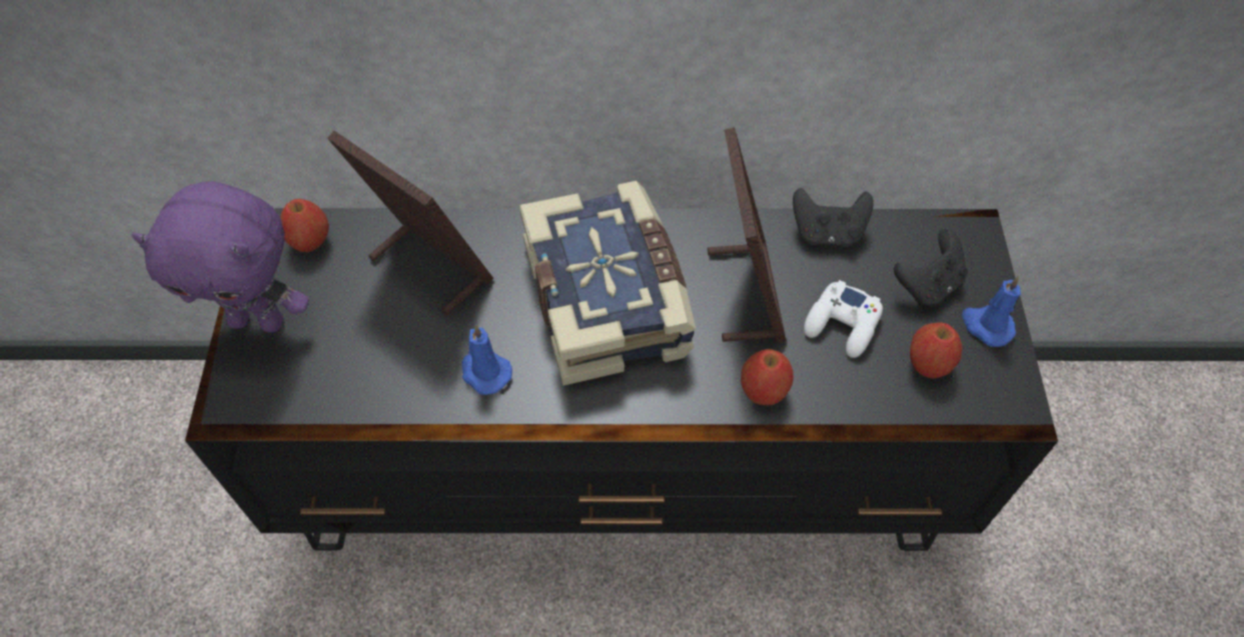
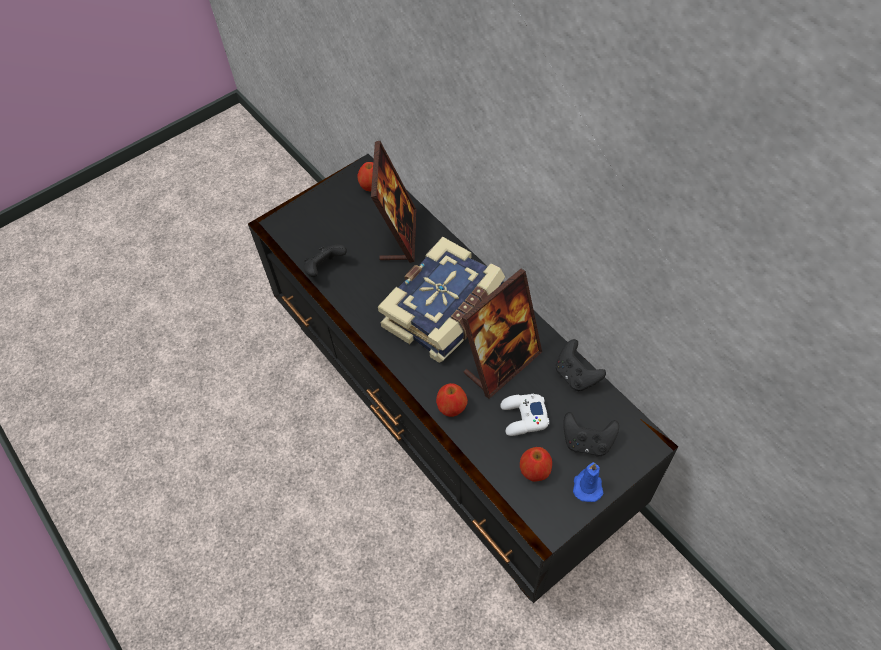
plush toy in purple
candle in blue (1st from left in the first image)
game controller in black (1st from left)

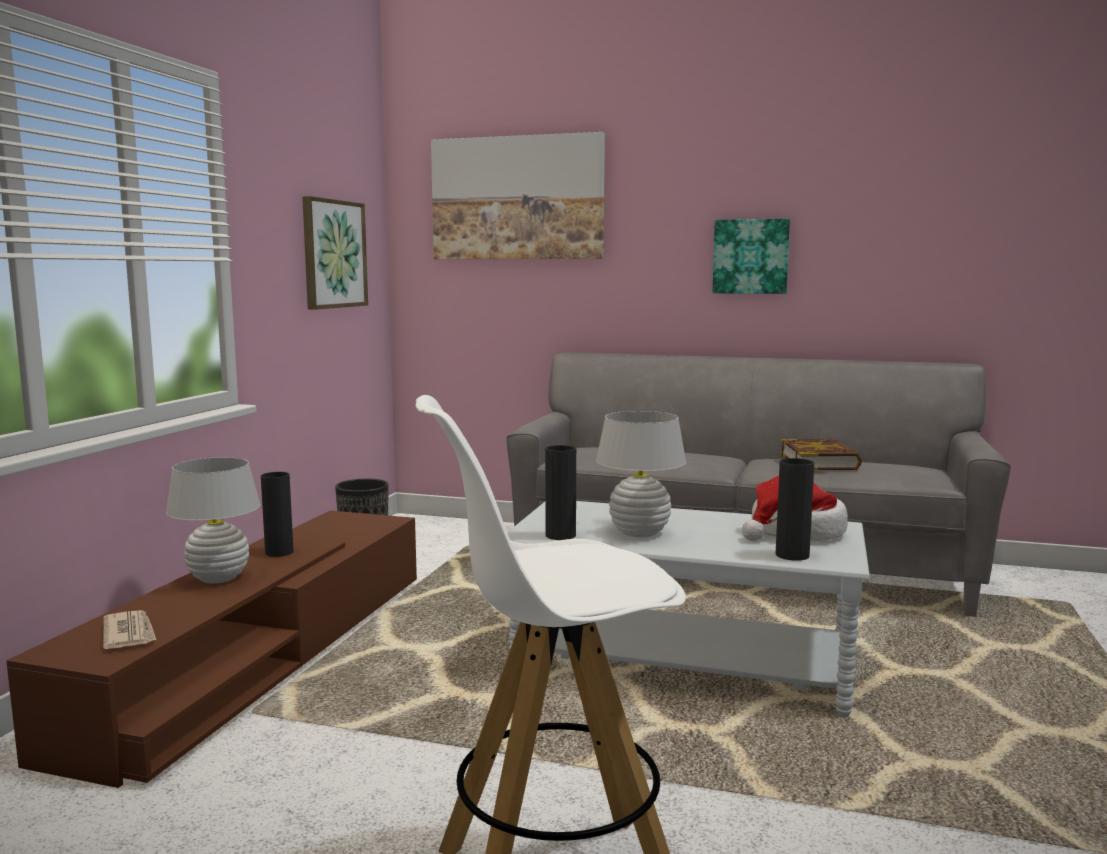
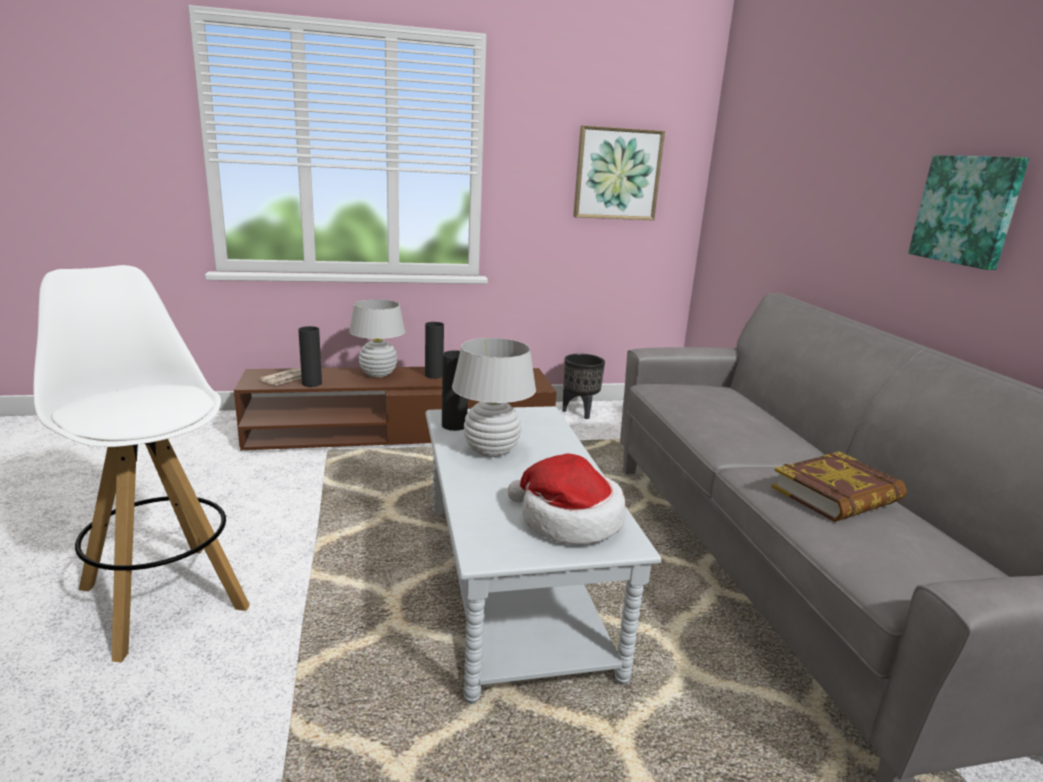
picture (2nd from left in the first image)
vase in black (1st from left)

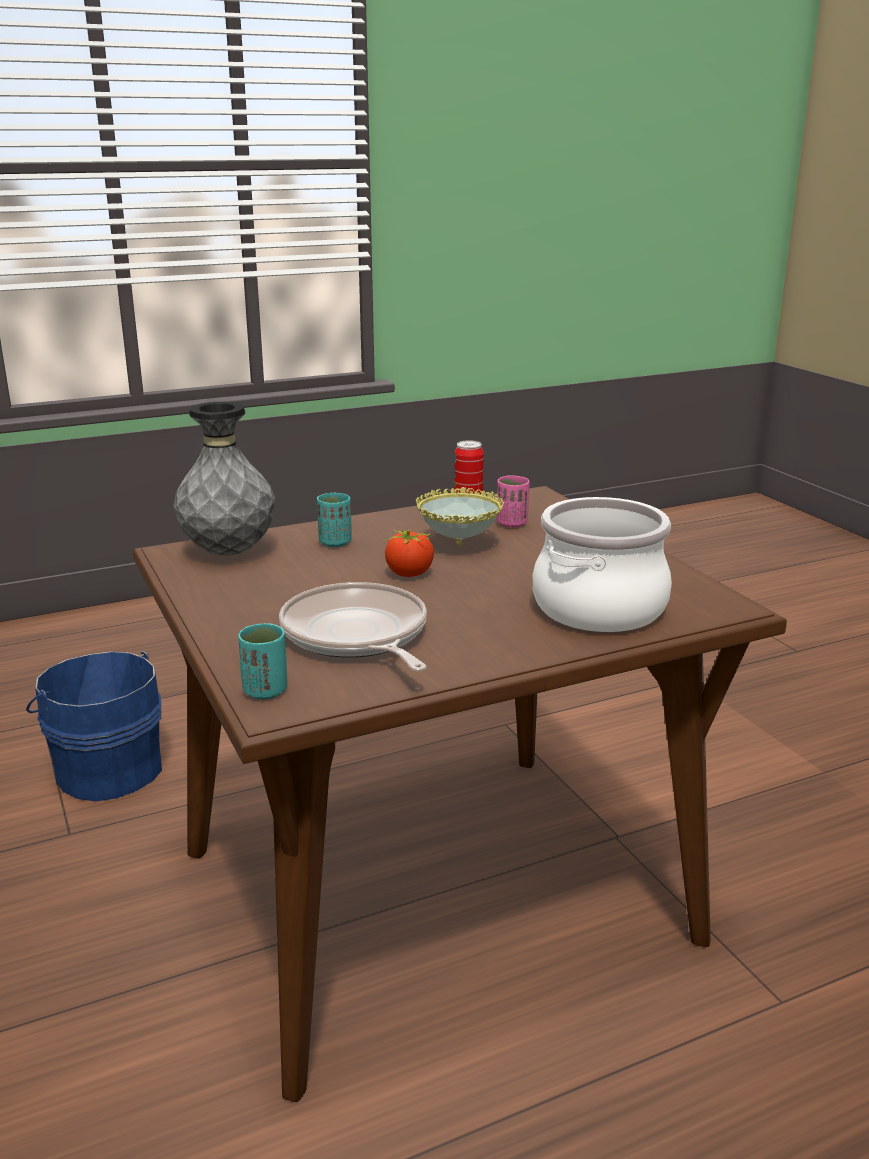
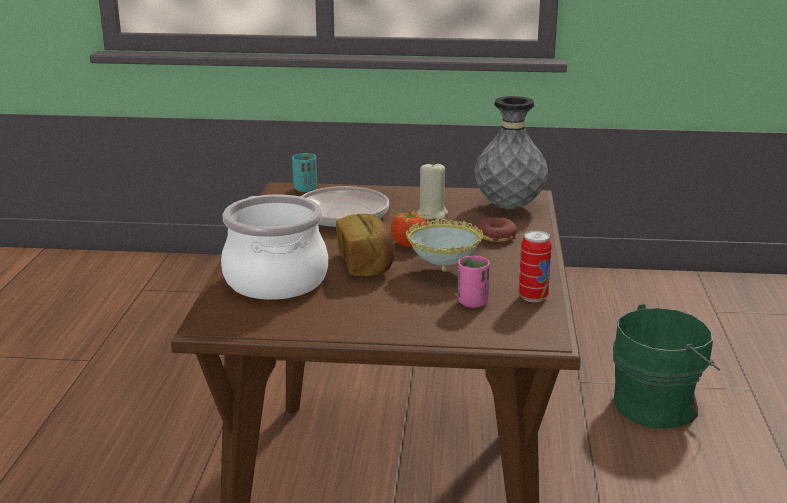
bread
candle in beige
donut
bucket in green

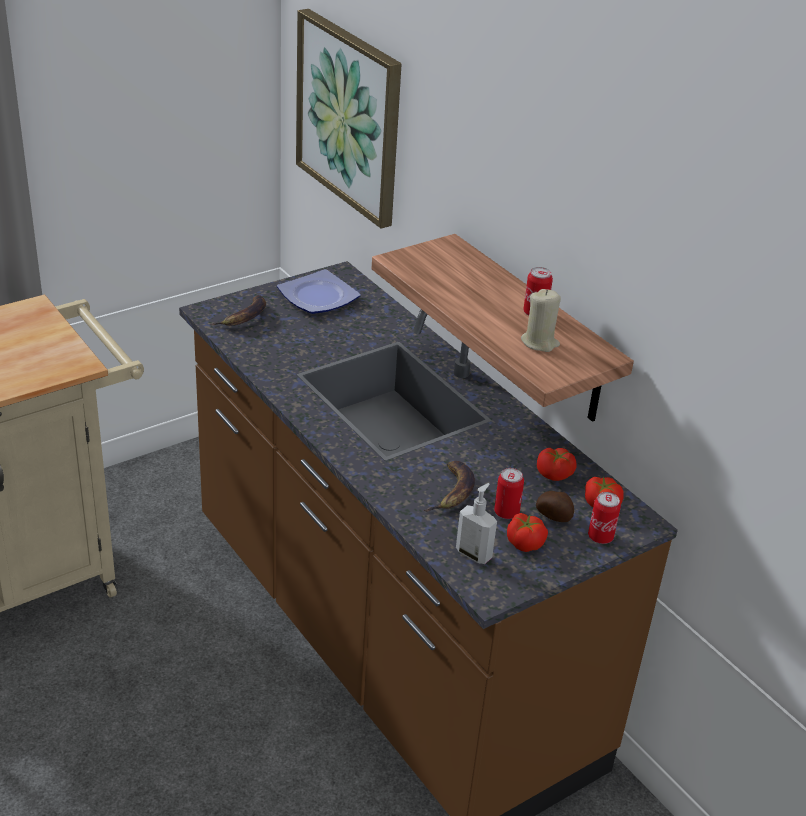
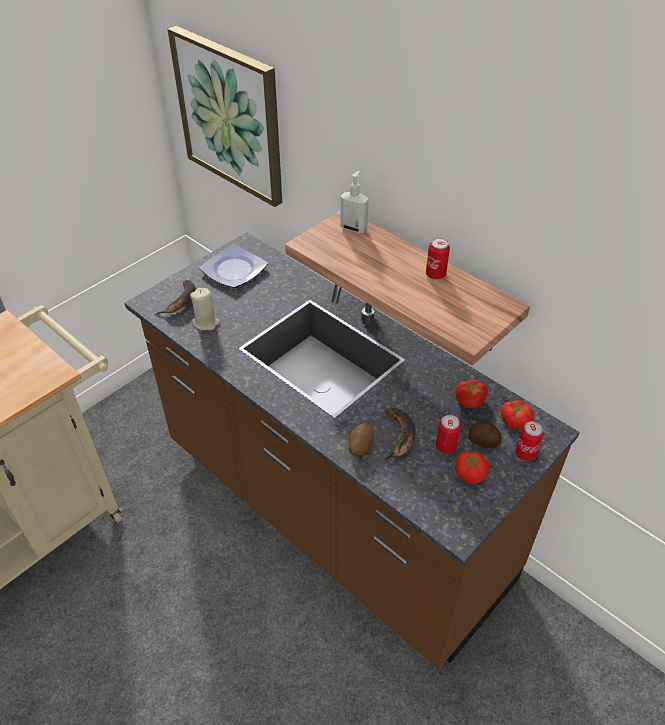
potato (1st from left)
soap dispenser
candle in beige

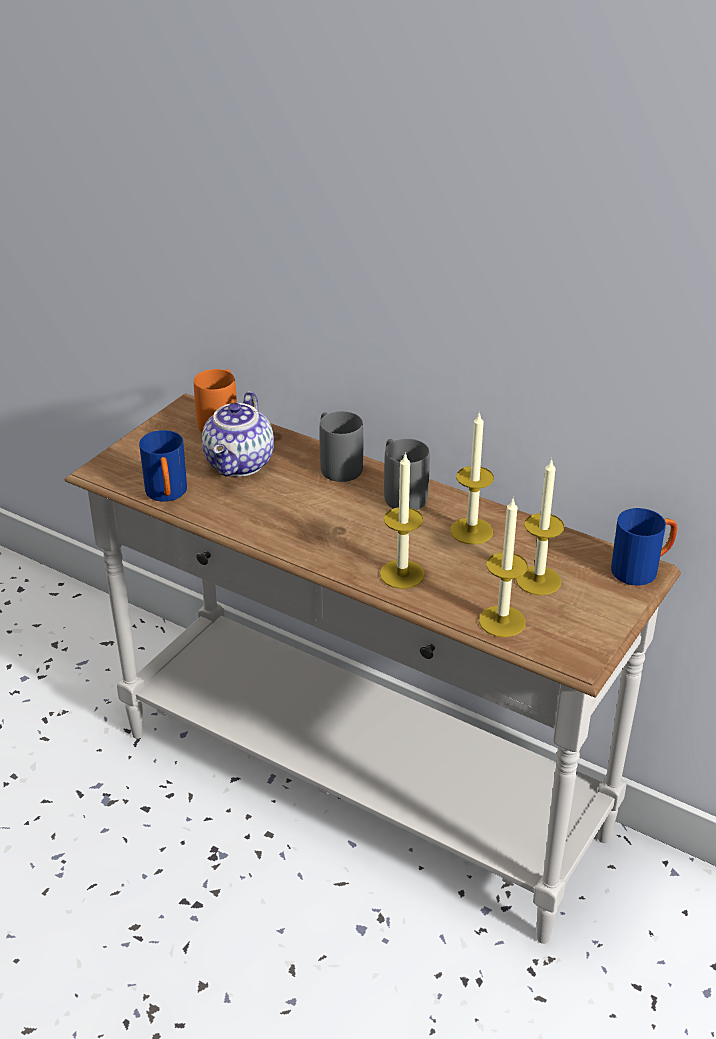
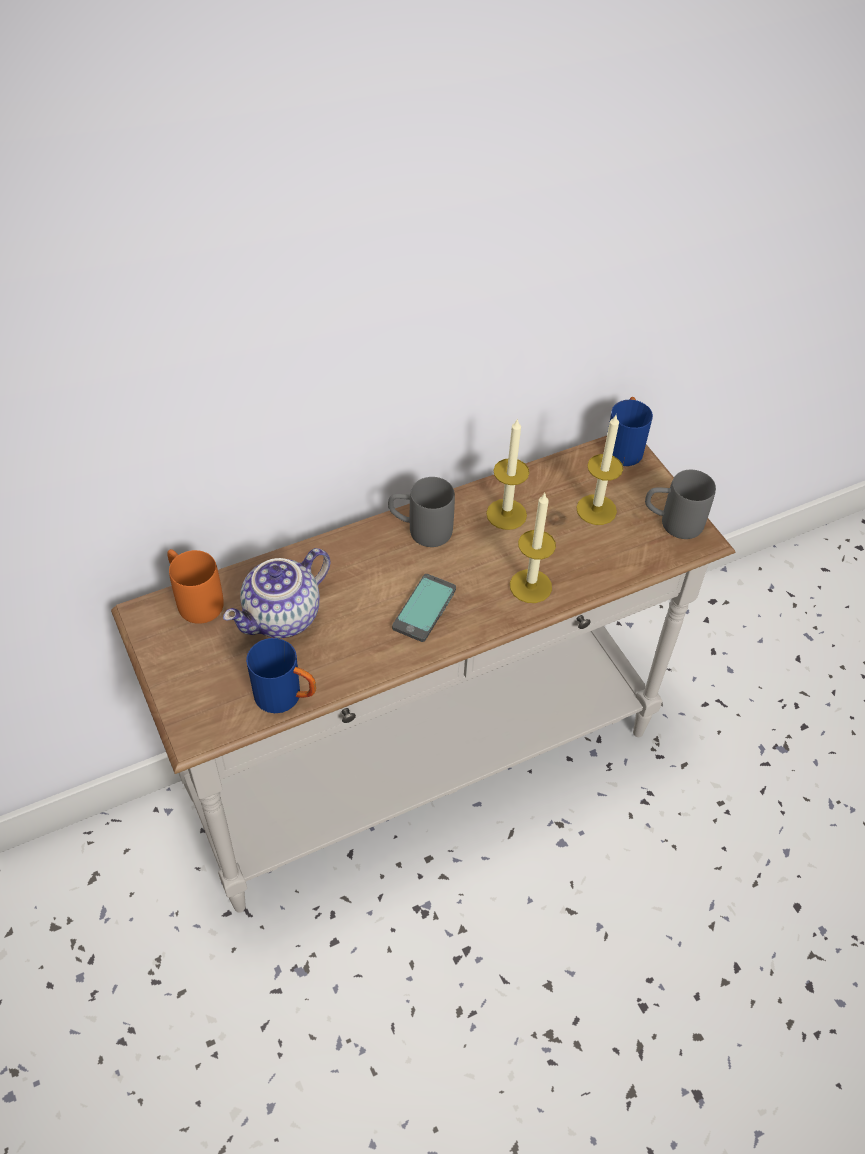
candle (3rd from left in the first image)
phone
mug in grey (2nd from left)
teapot

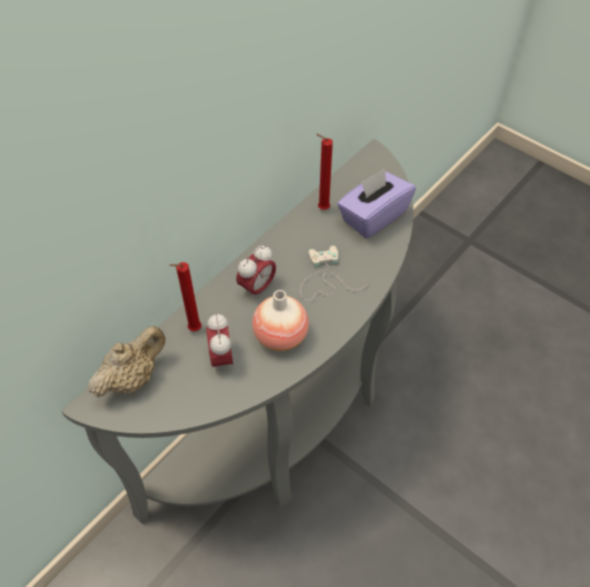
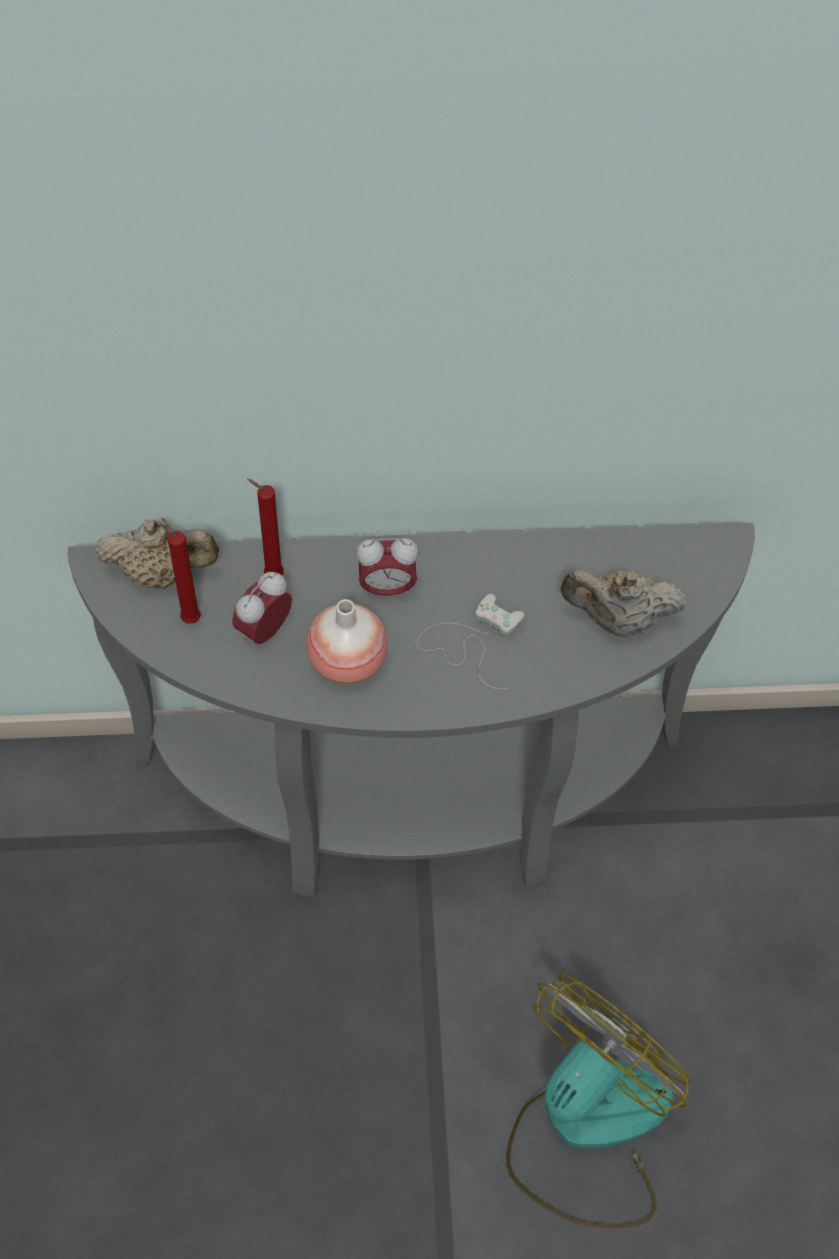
fan
candle in red (1st from left)
teapot in beige (2nd from left)

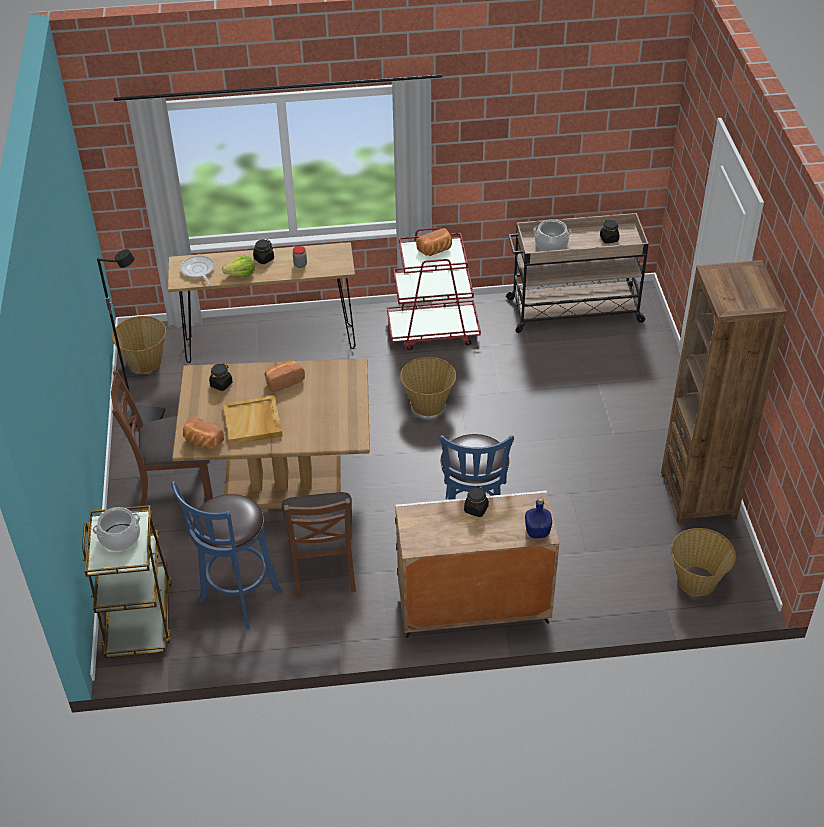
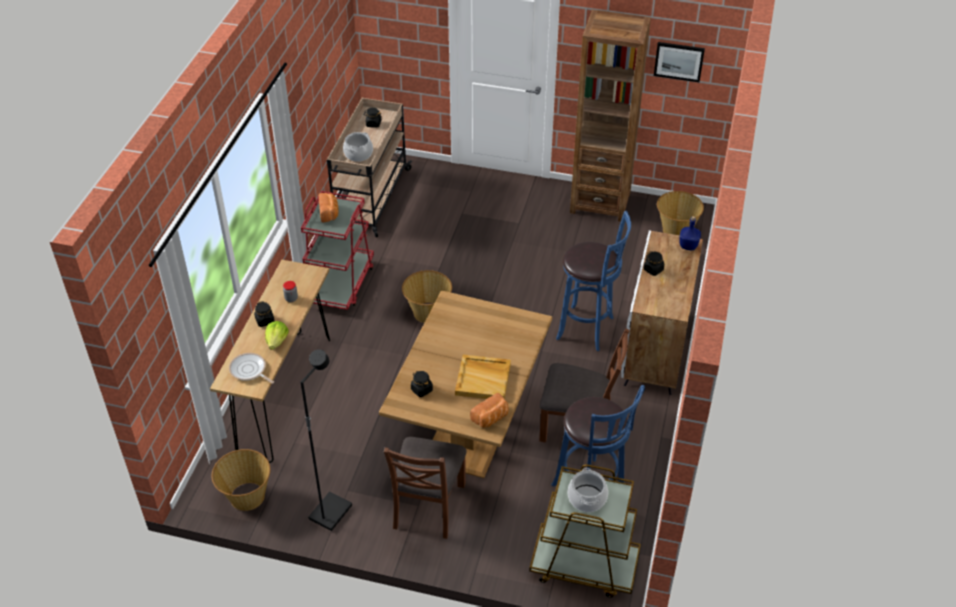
bread (2nd from left in the first image)
picture
frying pan

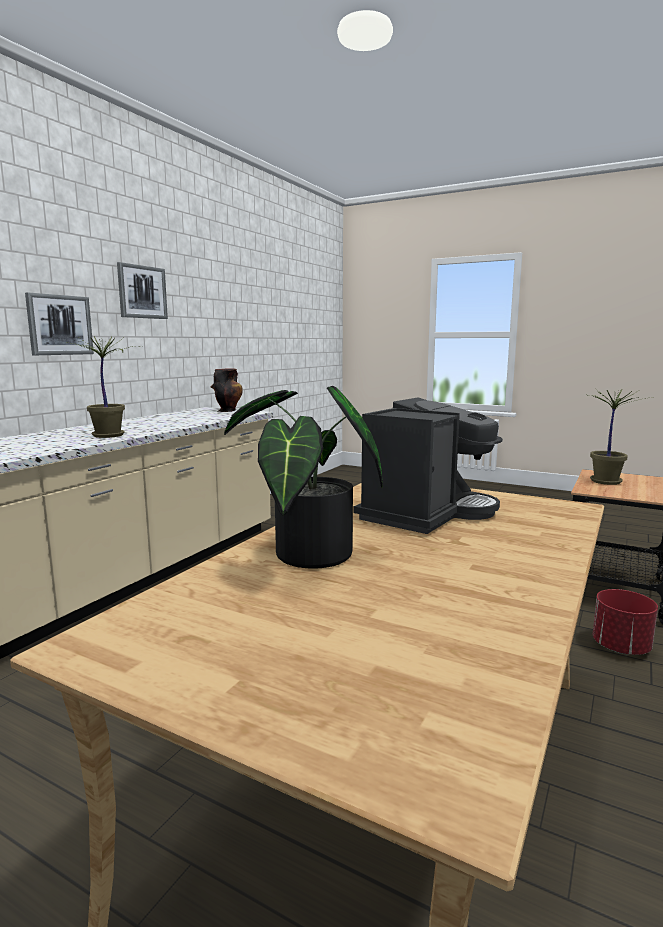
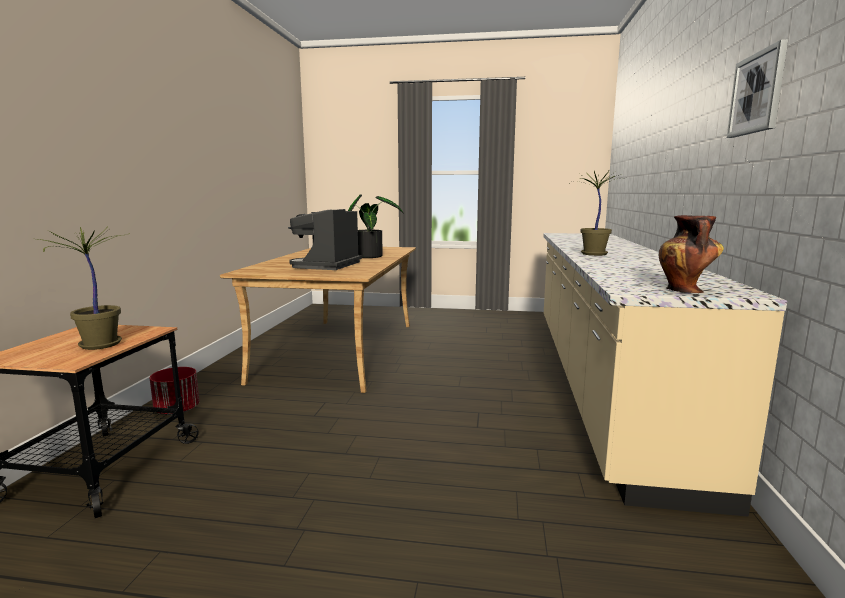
picture (1st from left in the first image)

